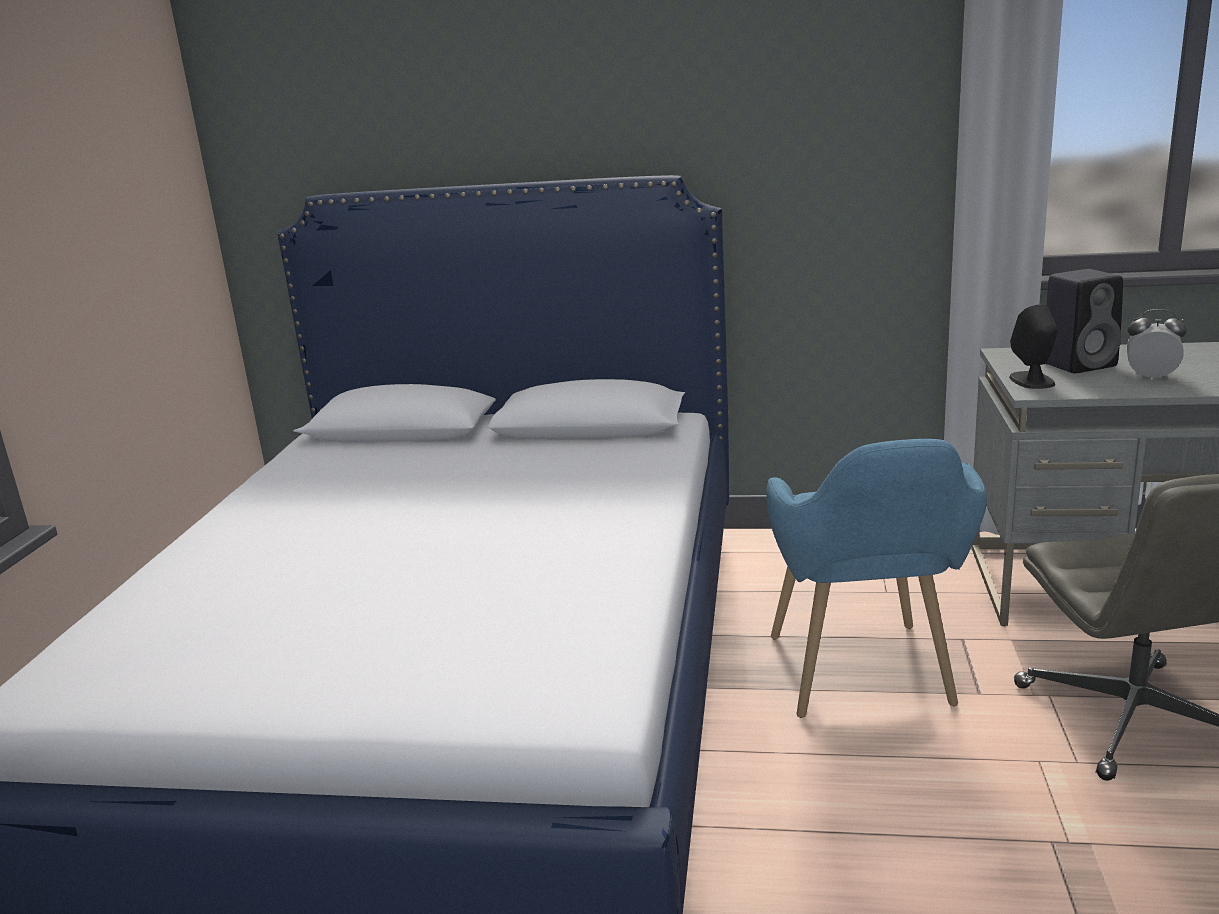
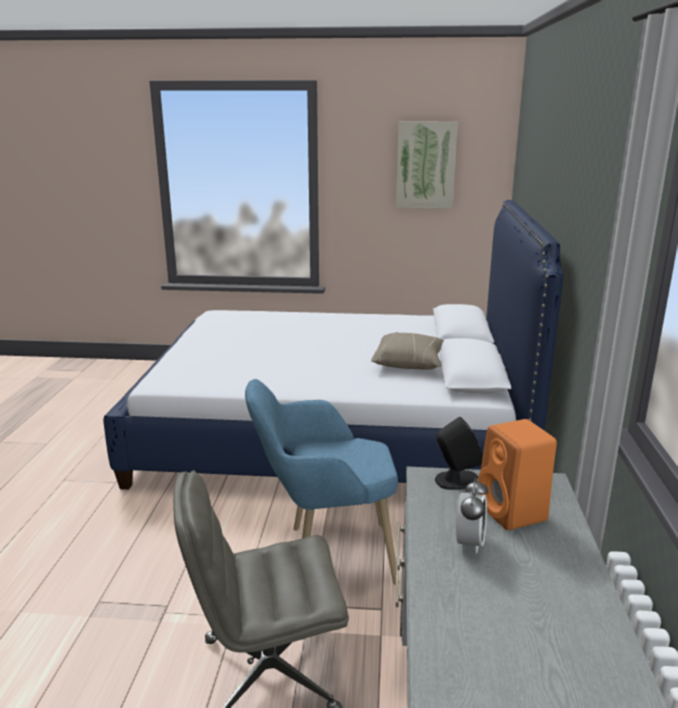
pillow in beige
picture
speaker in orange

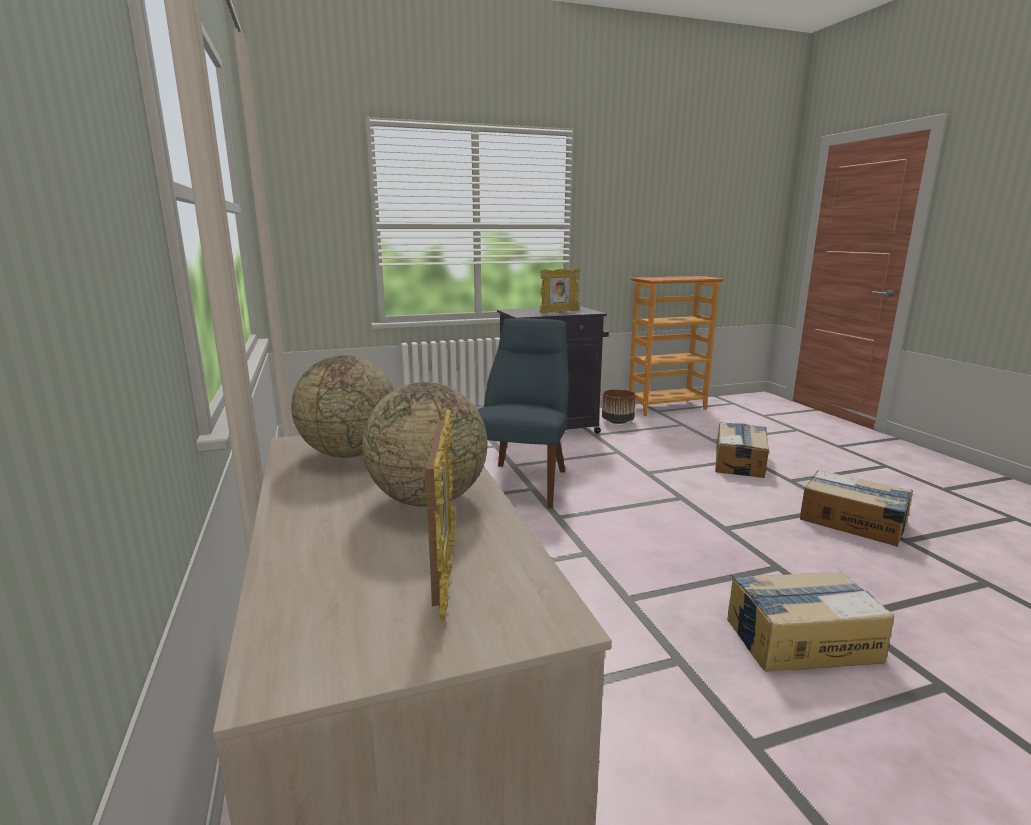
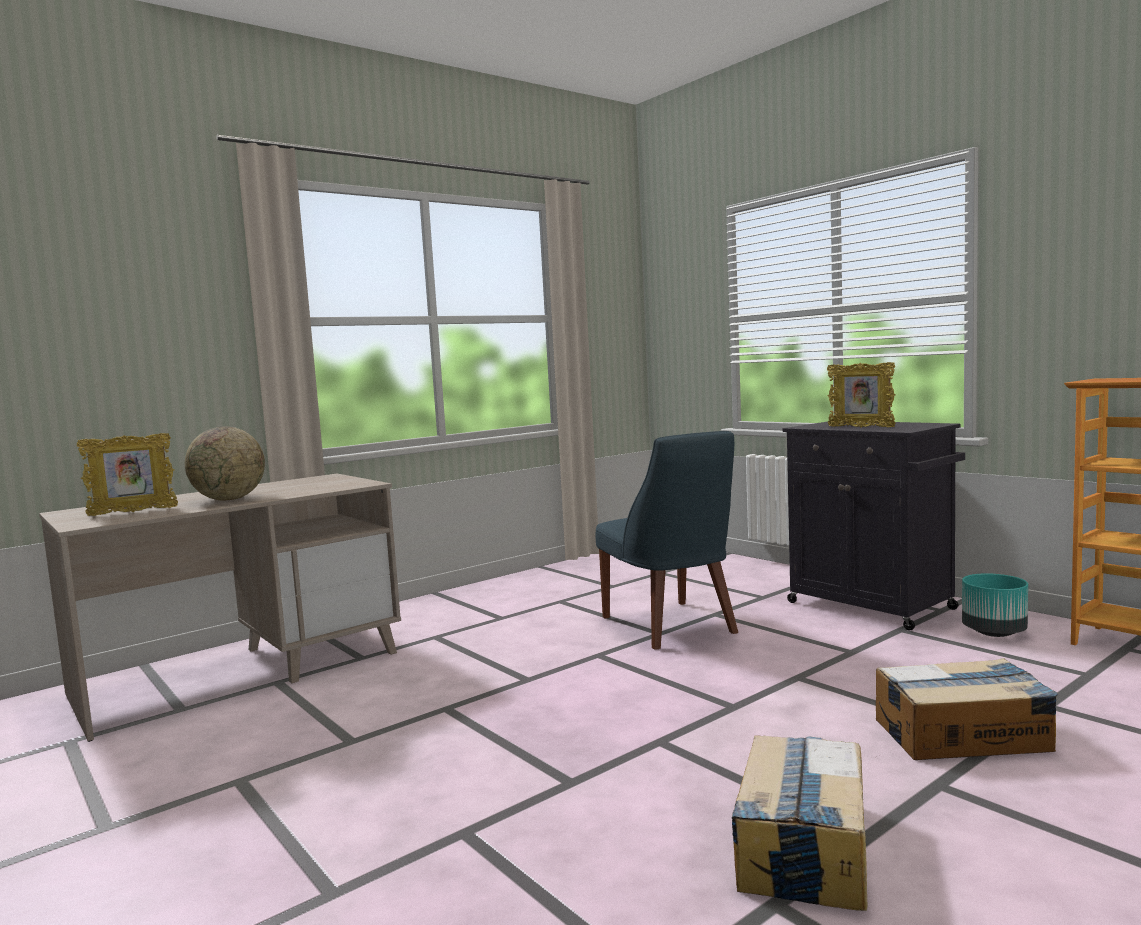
globe (1st from left in the first image)
cardboard box (2nd from left in the first image)
planter in turquoise
chair in blue

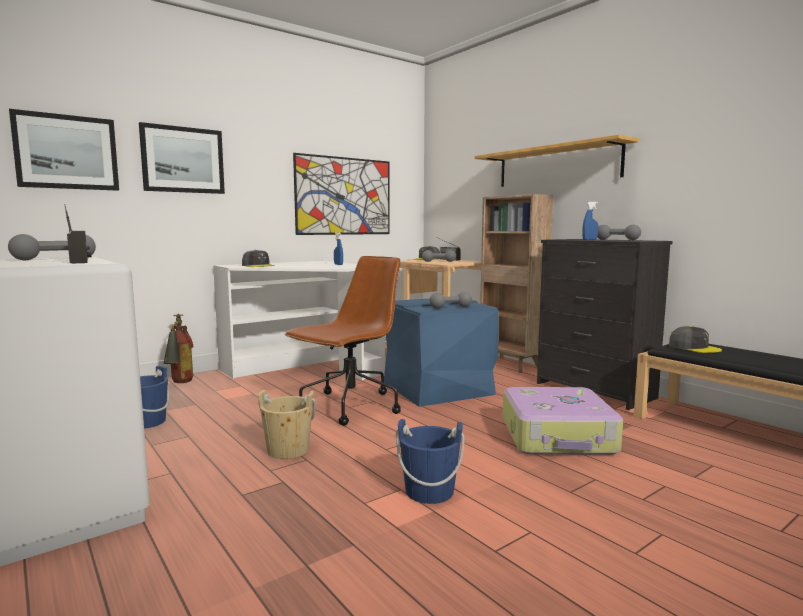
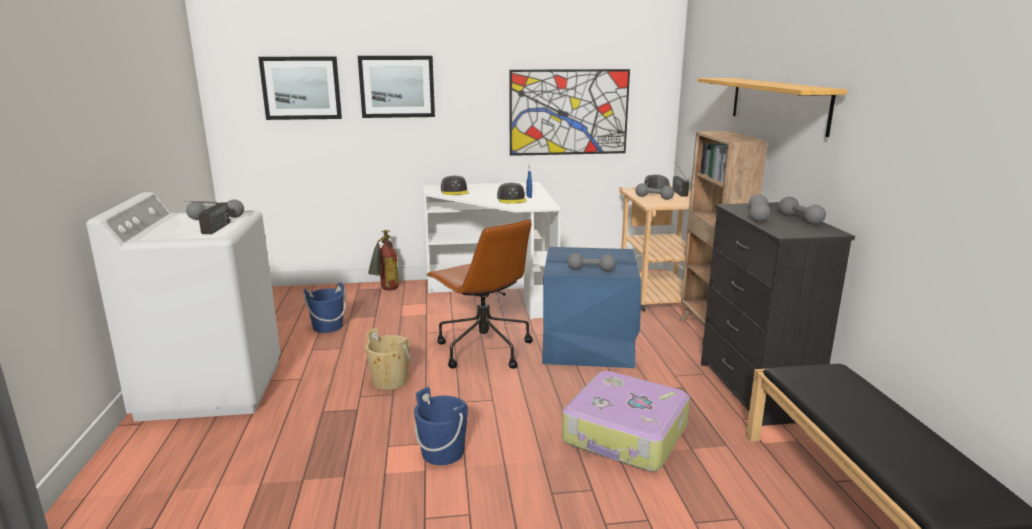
cap in grey (2nd from left)
dumbbell in grey (4th from left)
office chair in brown

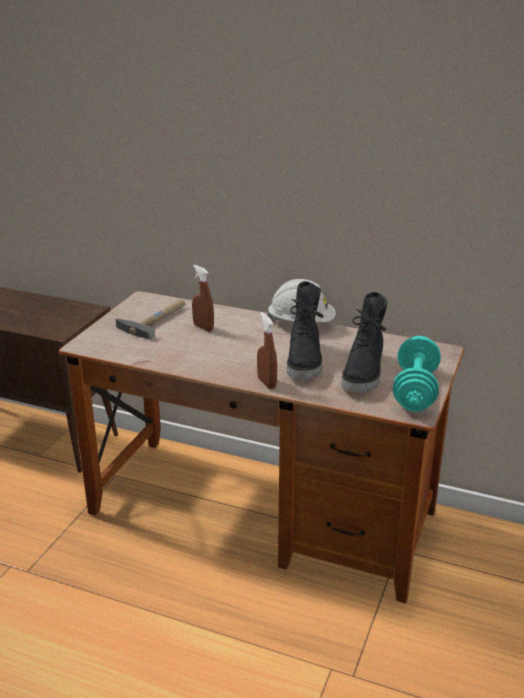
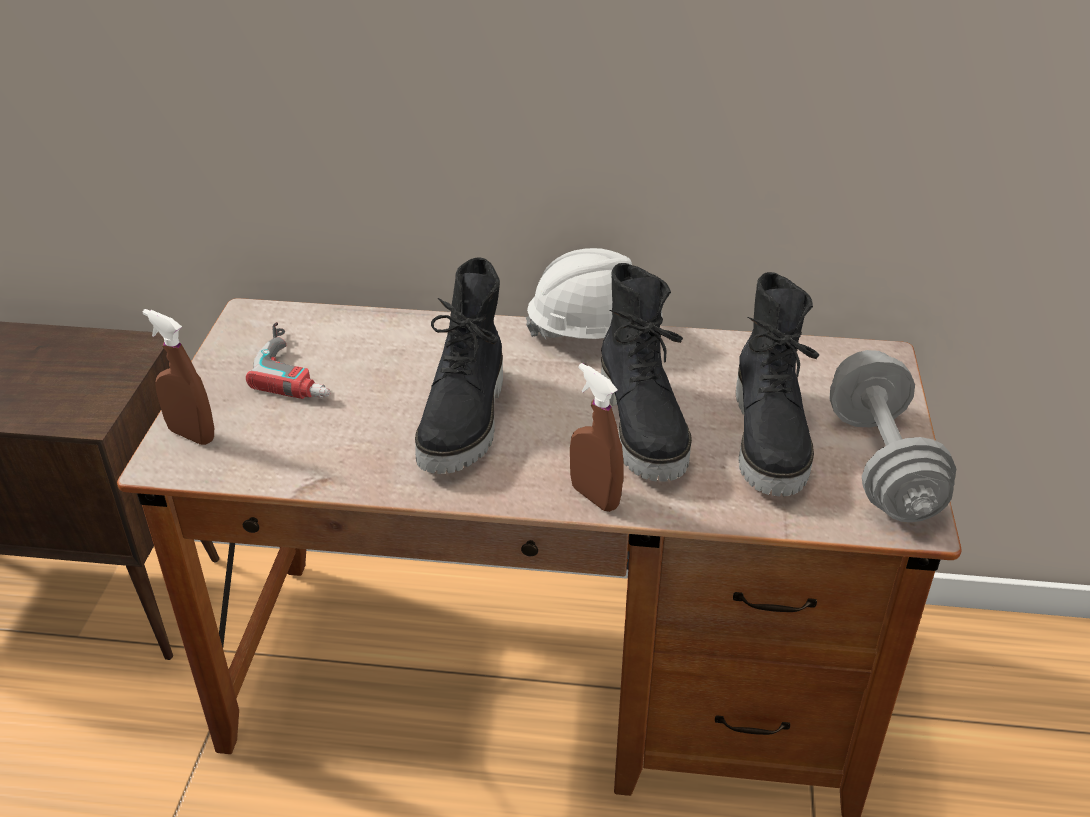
boot in black (1st from left)
spray bottle in brown (1st from left)
power drill
dumbbell in grey

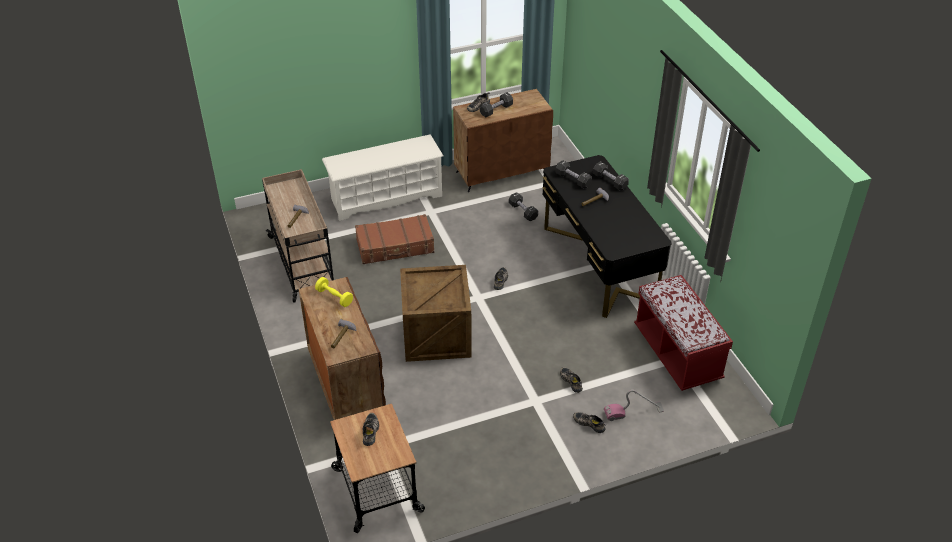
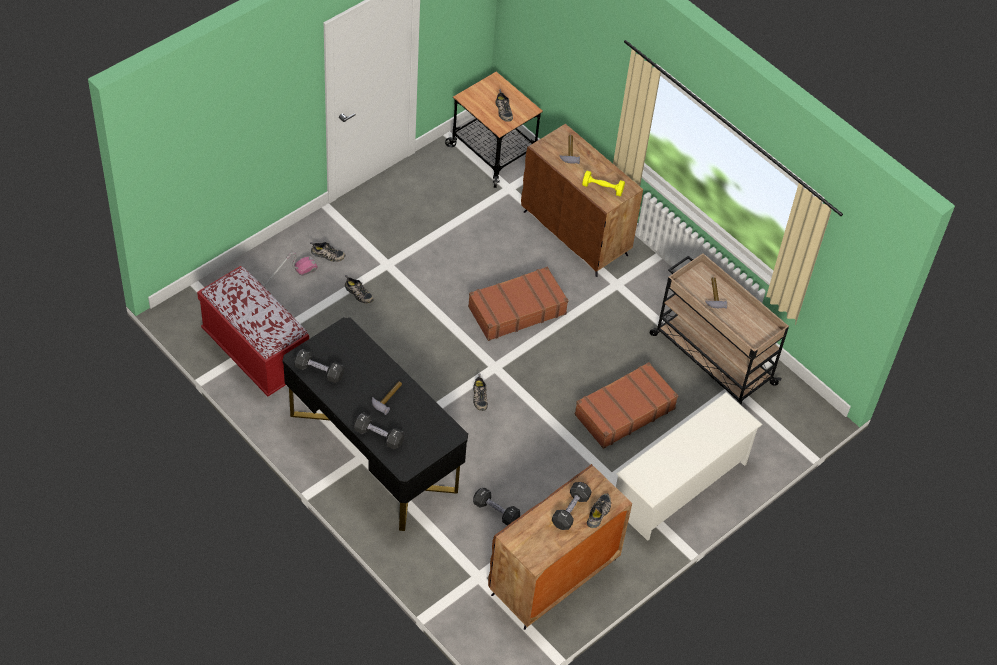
dumbbell in black (1st from left)
suitcase in brown (1st from left)

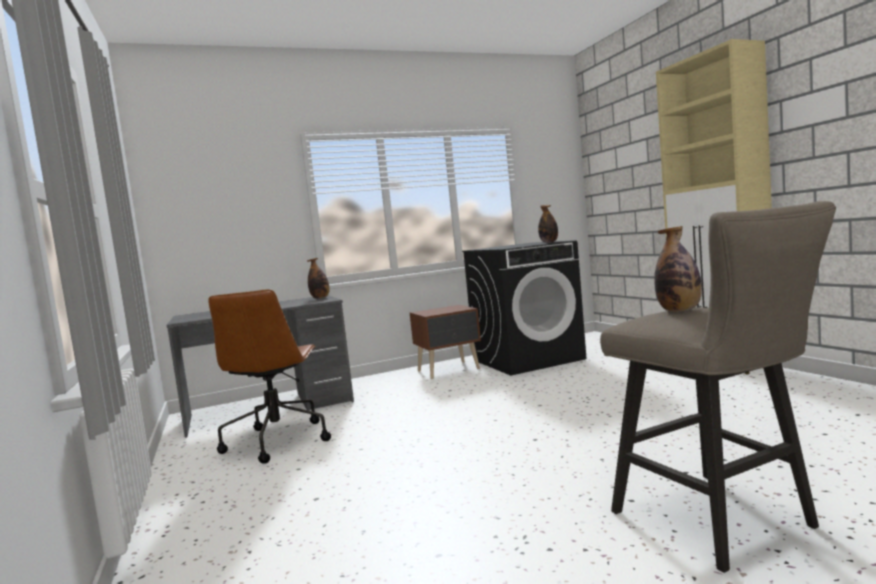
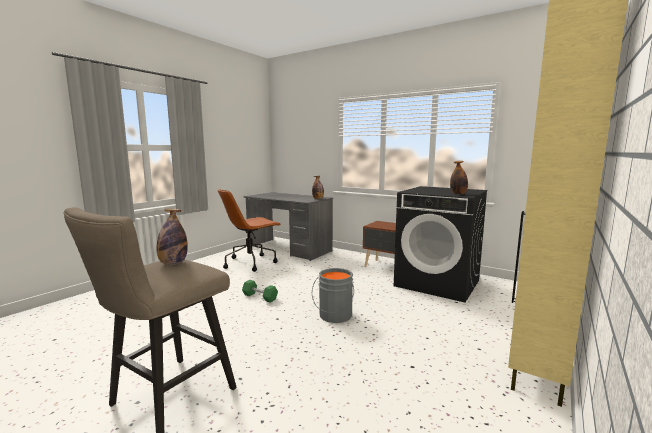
dumbbell in green
bucket in grey

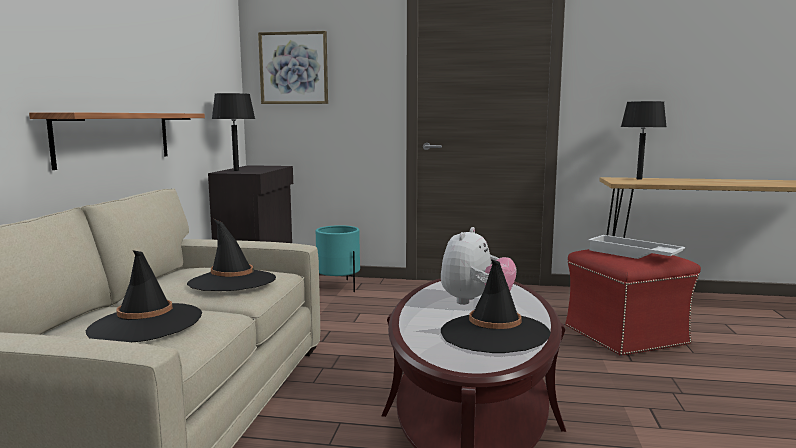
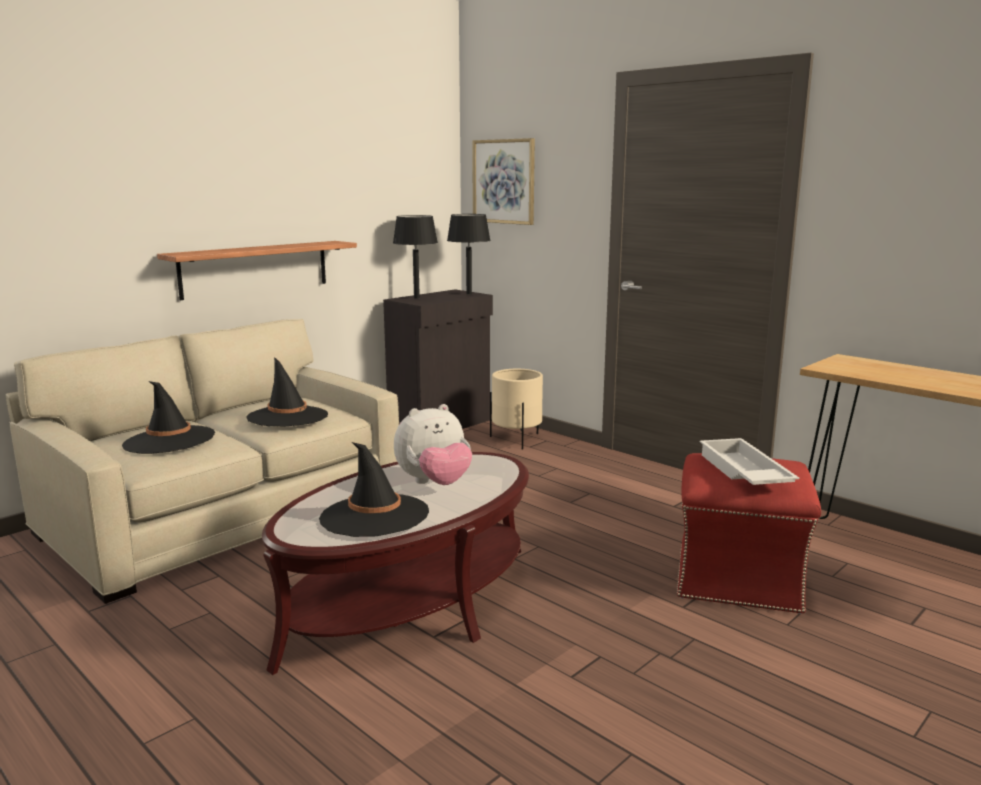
table lamp in black (2nd from left)
planter in beige

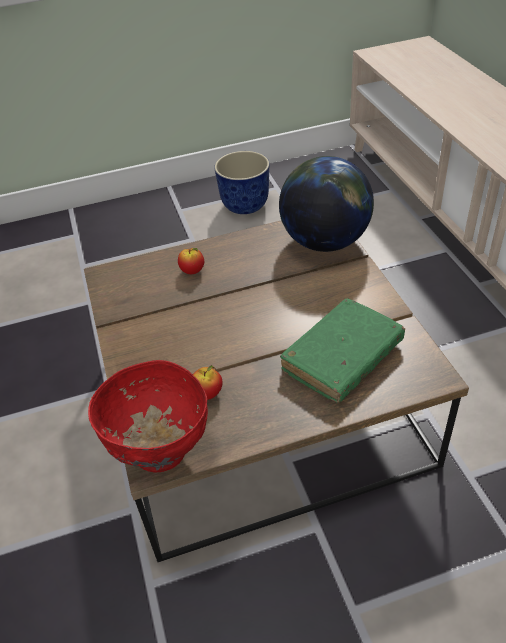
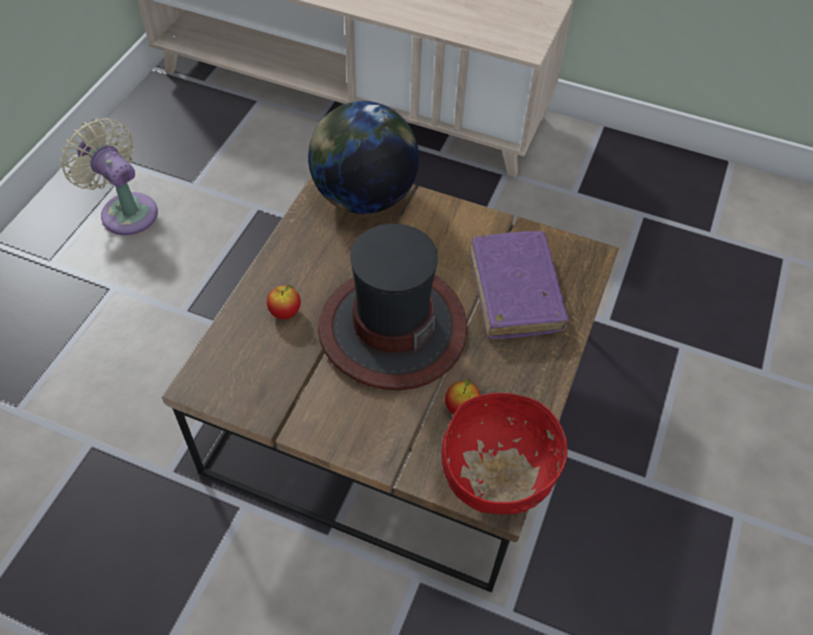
hat
fan in beige
book in purple

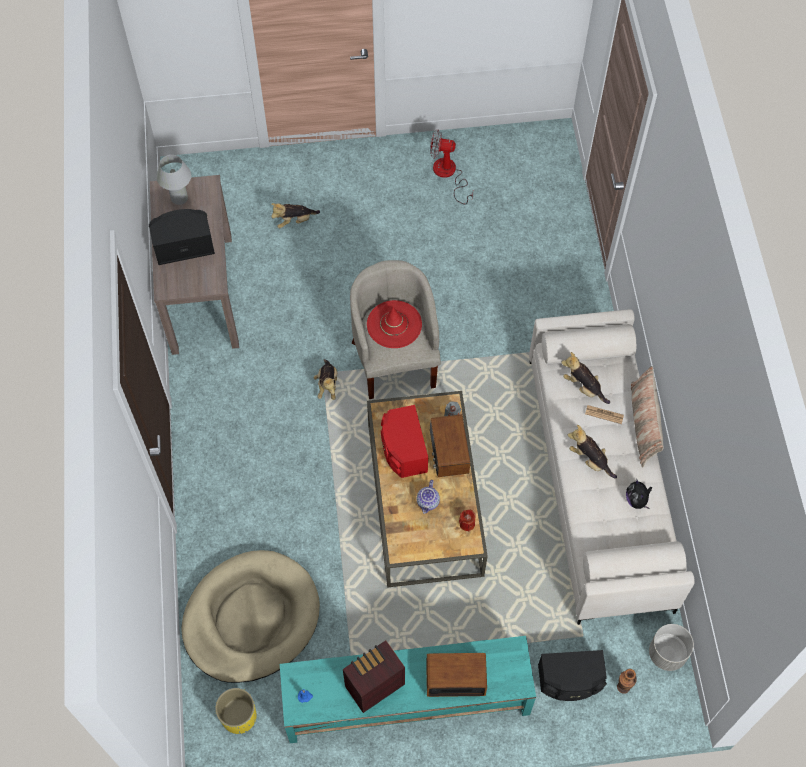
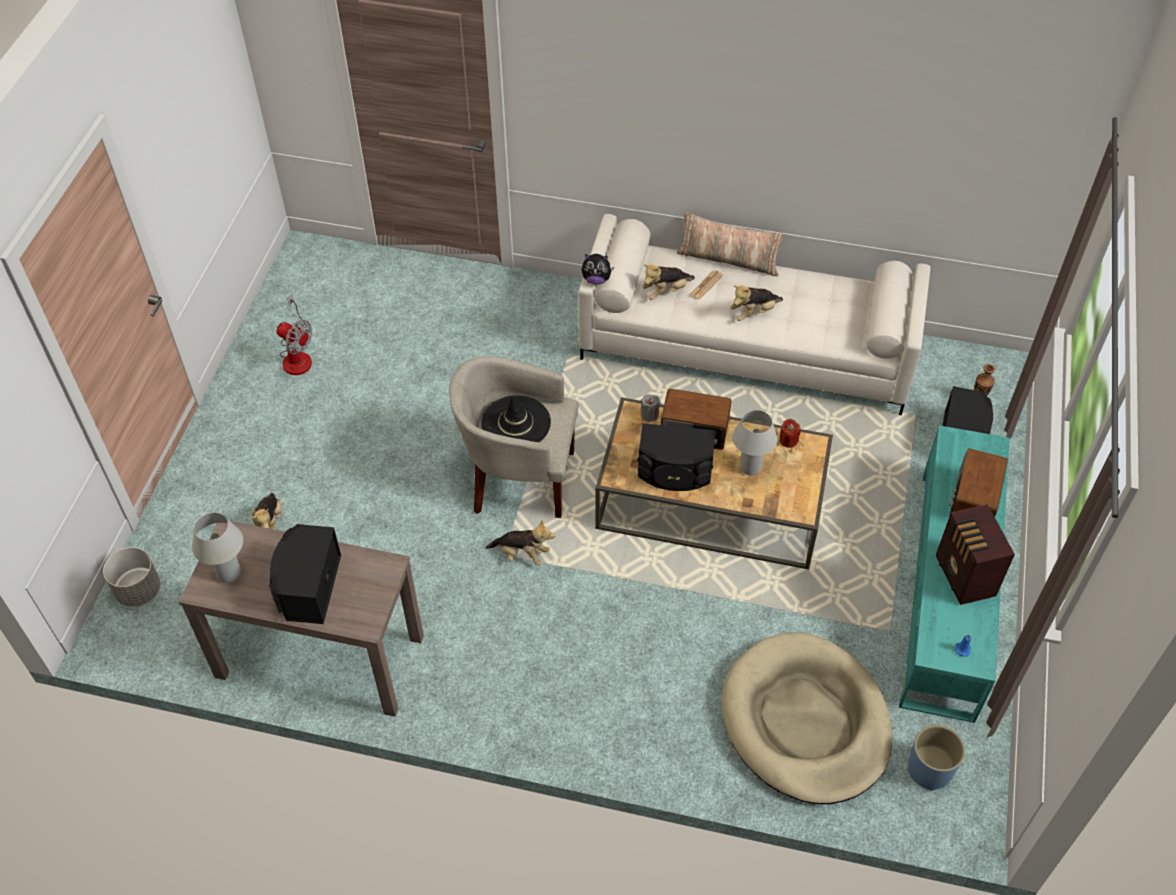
plush toy (3rd from left)
planter in grey
table lamp in white (2nd from left)
planter in blue
hat in black
speaker in black (2nd from left)
fan

